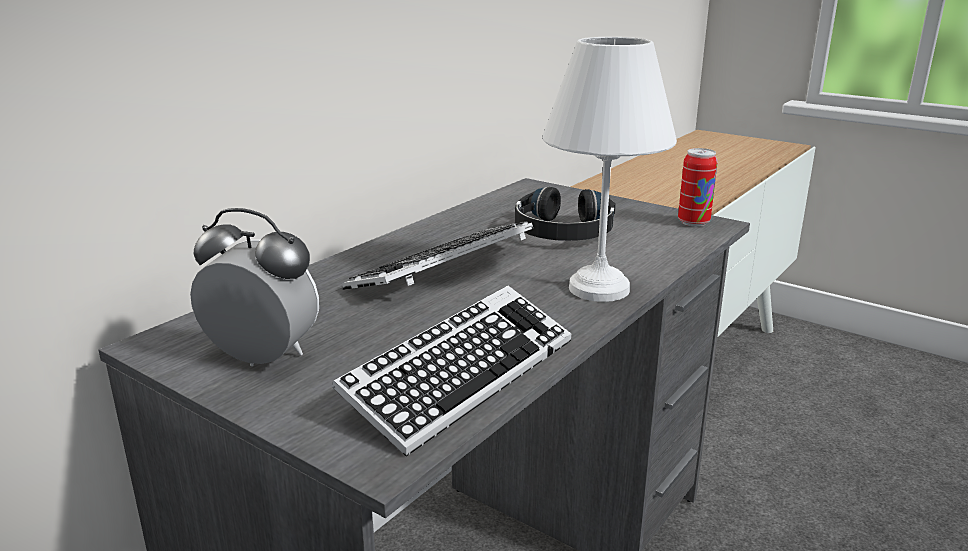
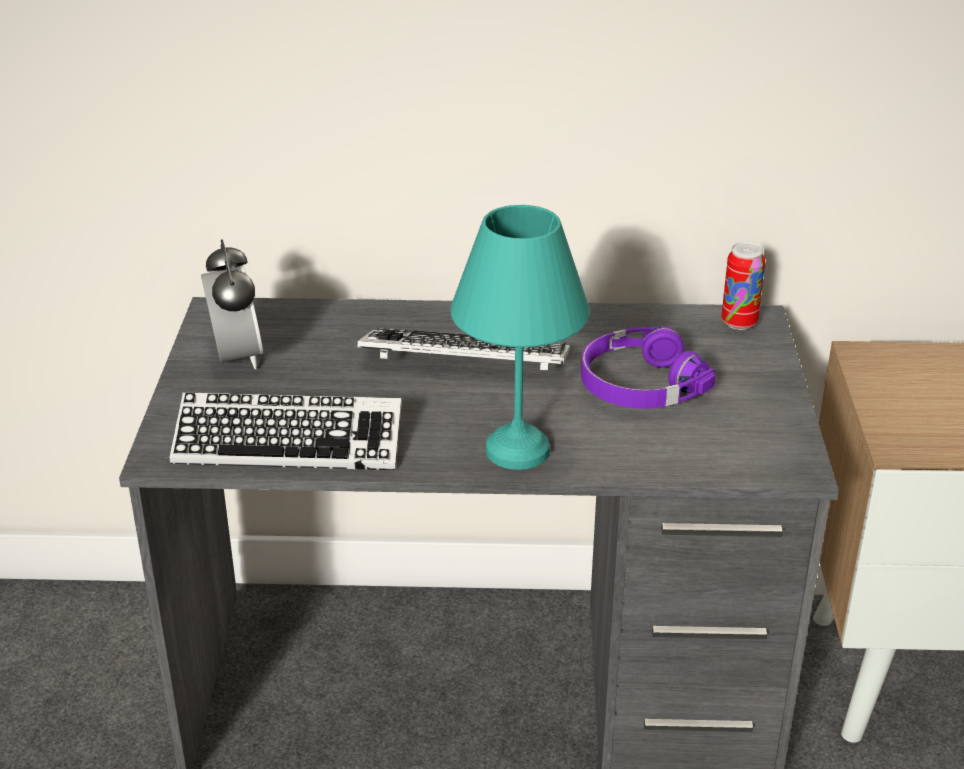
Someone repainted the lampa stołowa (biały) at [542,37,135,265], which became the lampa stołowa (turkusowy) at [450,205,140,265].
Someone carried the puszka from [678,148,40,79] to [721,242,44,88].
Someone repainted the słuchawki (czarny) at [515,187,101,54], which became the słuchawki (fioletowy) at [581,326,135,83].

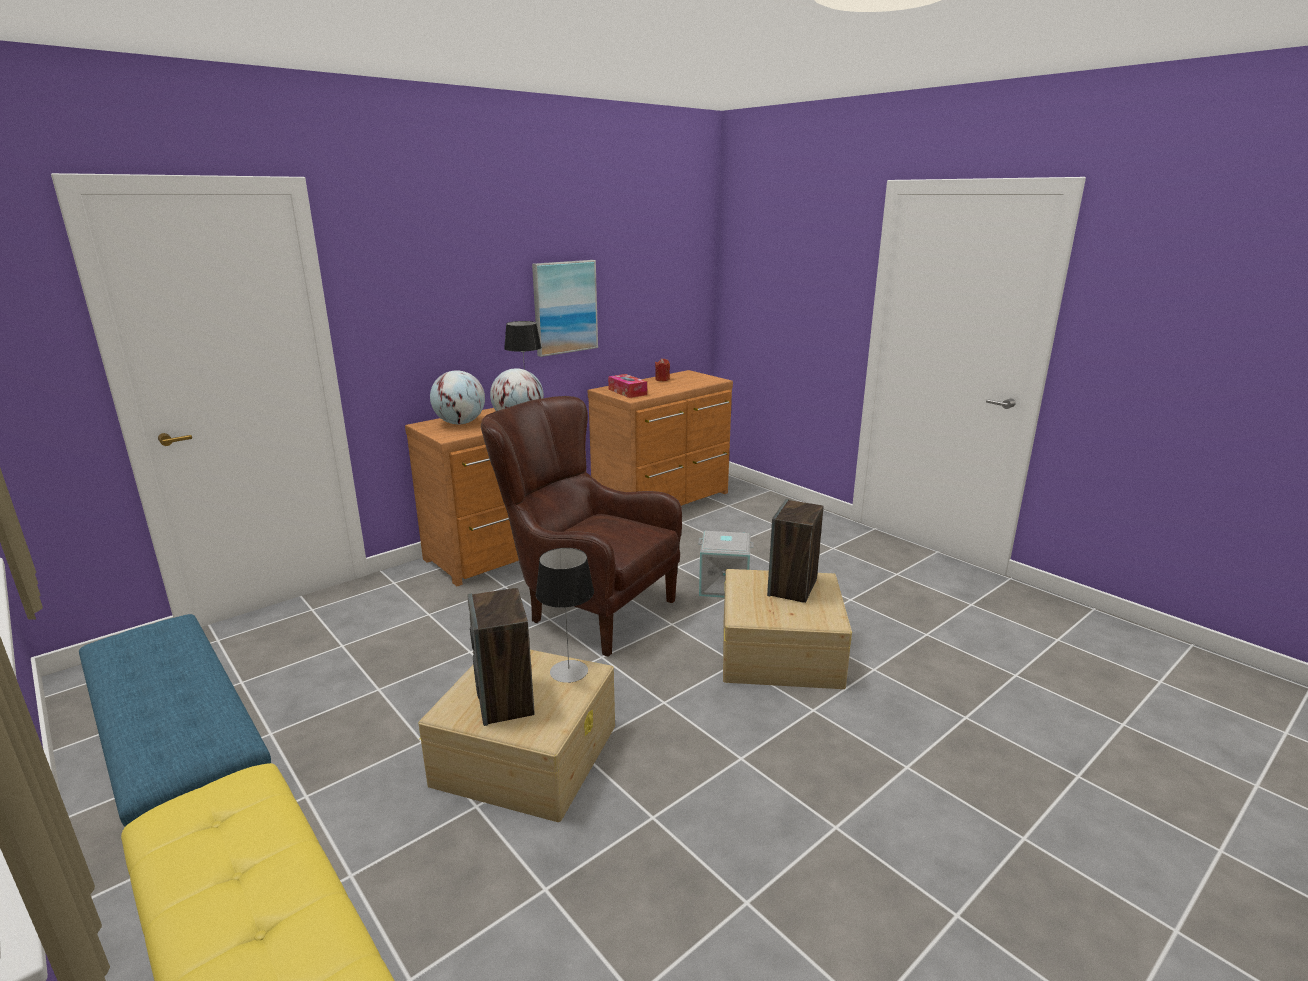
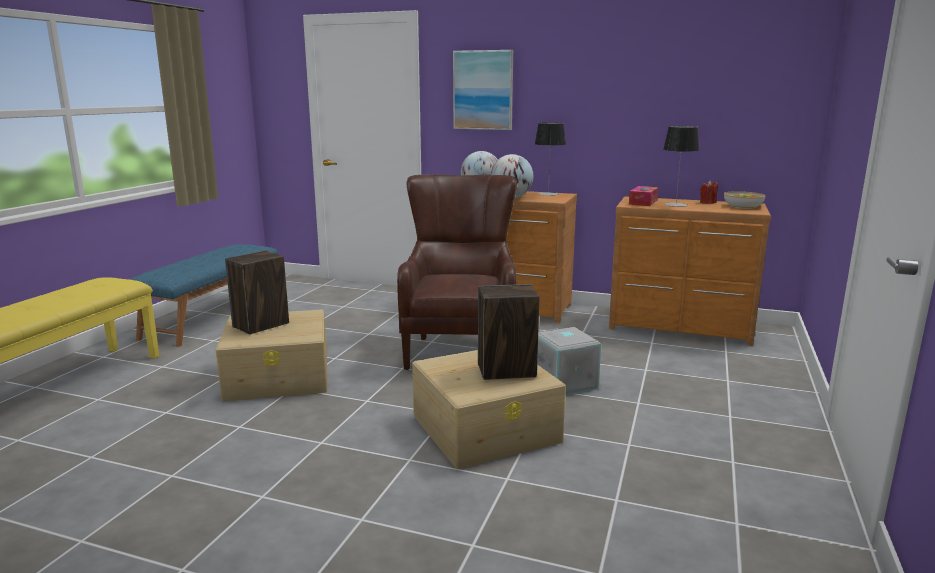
Someone carried the obraz from [532,260,66,97] to [453,50,60,80].
Someone carried the lampa stołowa from [536,548,58,135] to [663,126,36,81].
Someone put down the miska at [724,191,42,18].

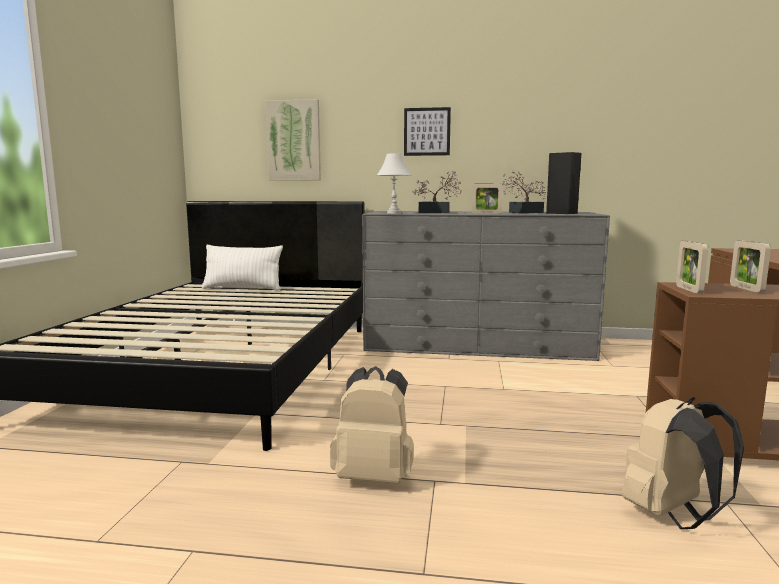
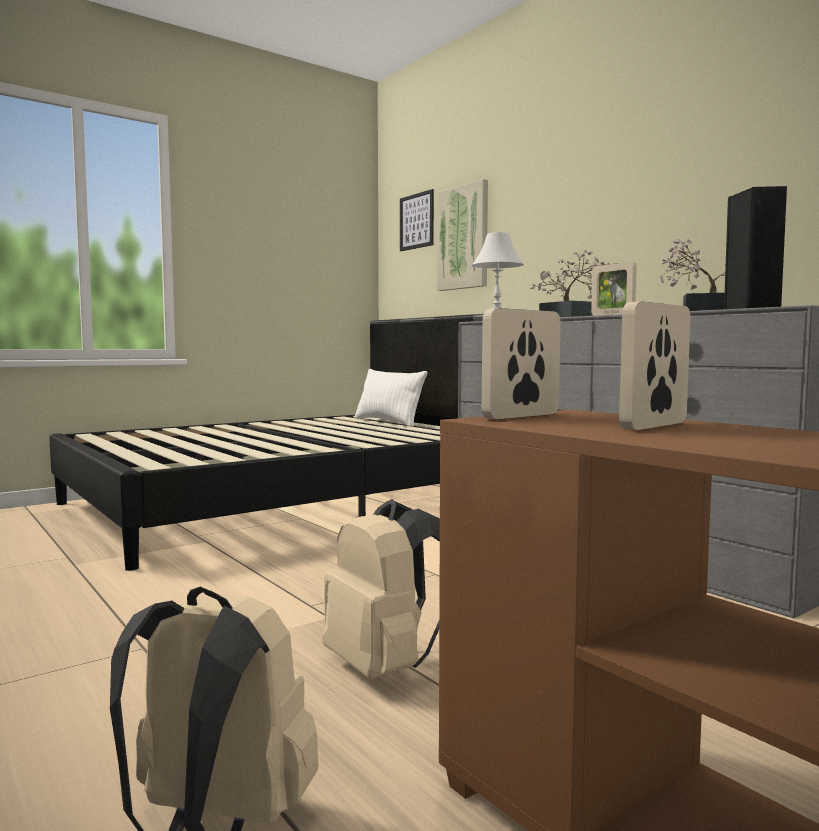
Someone carried the obraz from [404,107,47,49] to [400,189,34,62].
Someone carried the plecak (beżowy) from [330,366,84,118] to [322,499,118,180].

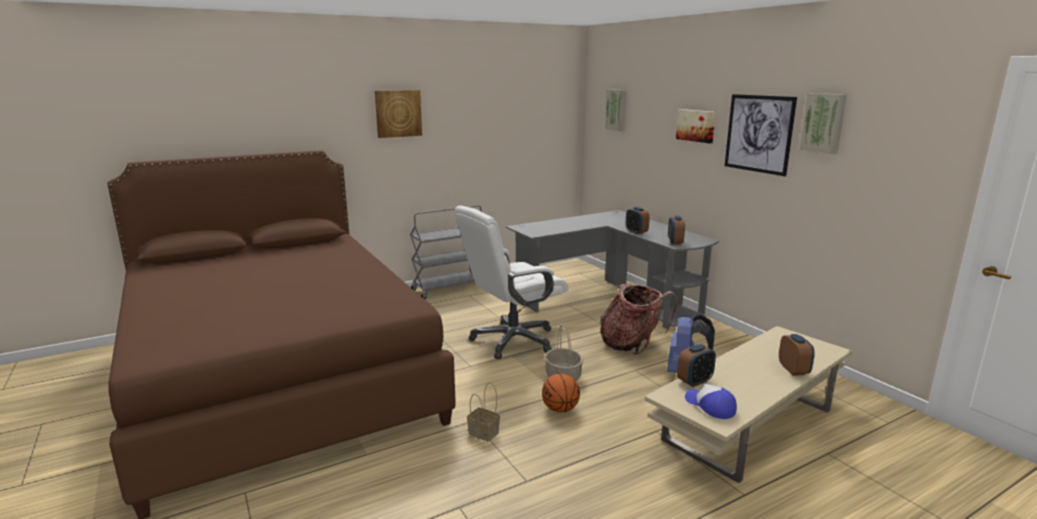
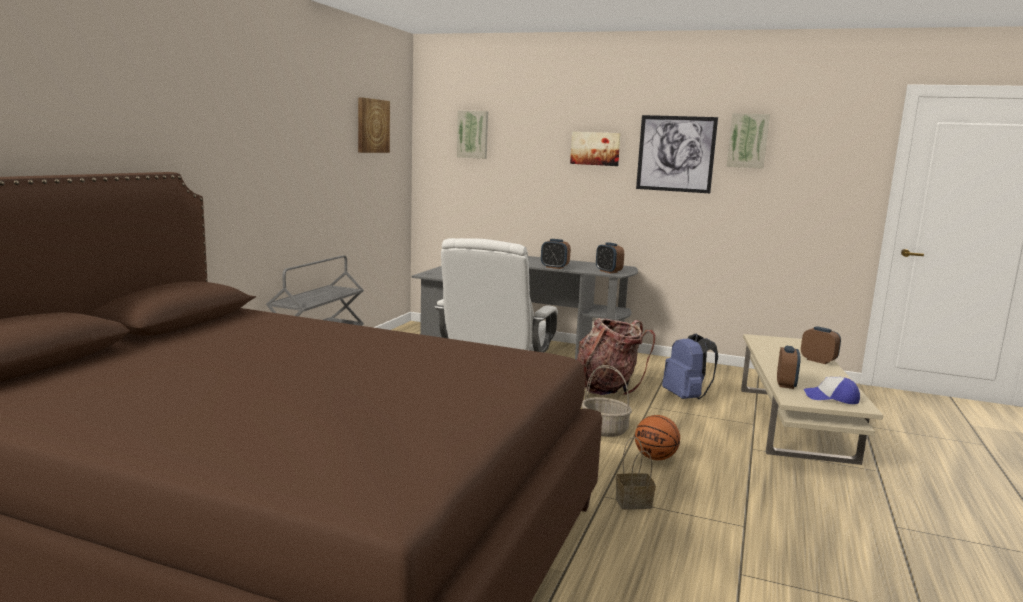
Someone carried the obraz from [375,90,47,48] to [358,97,32,56].

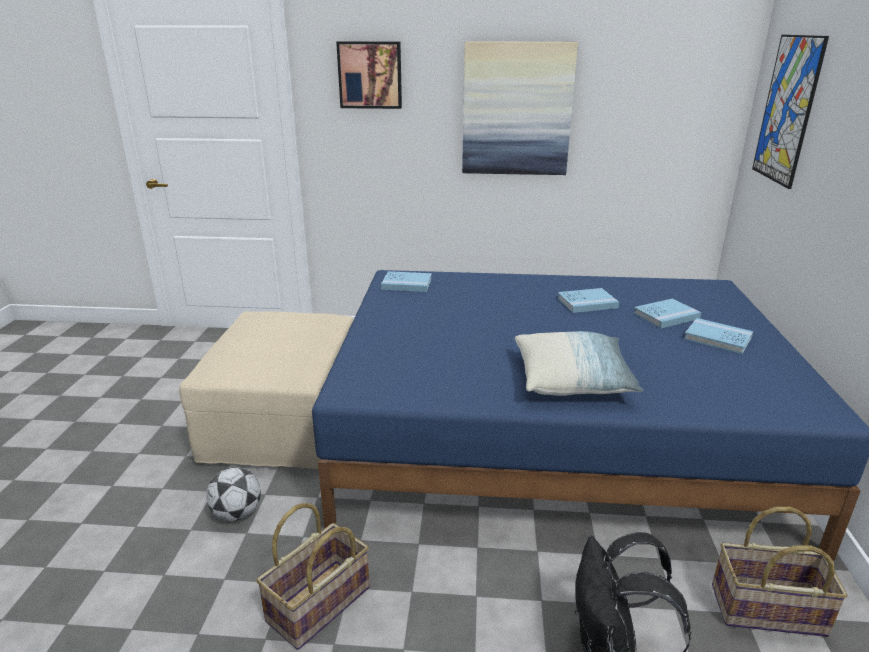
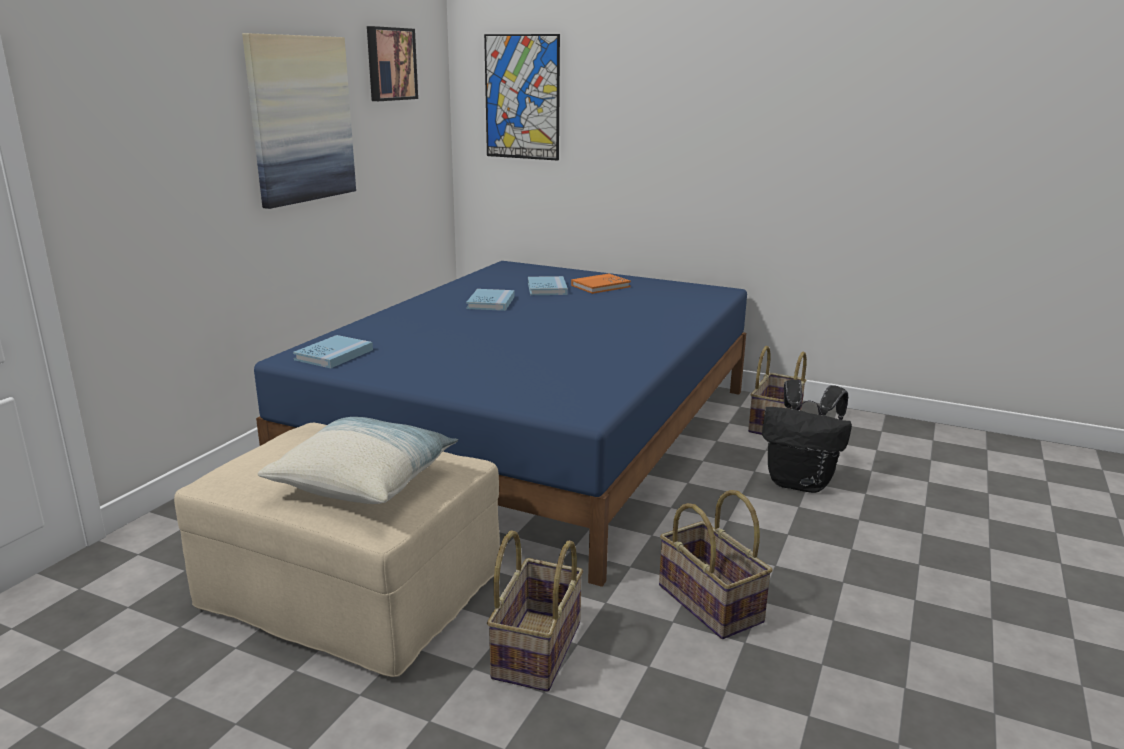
Someone carried the obraz from [336,41,66,68] to [367,26,51,75].
Someone repainted the książka (niebieski) at [684,318,69,36], which became the książka (pomarańczowy) at [571,274,60,20].
Someone carried the poduszka from [515,331,128,65] to [257,417,201,87].
Someone swapped the piłka futbolowa at [206,467,55,54] for the koszyk at [487,530,96,162].

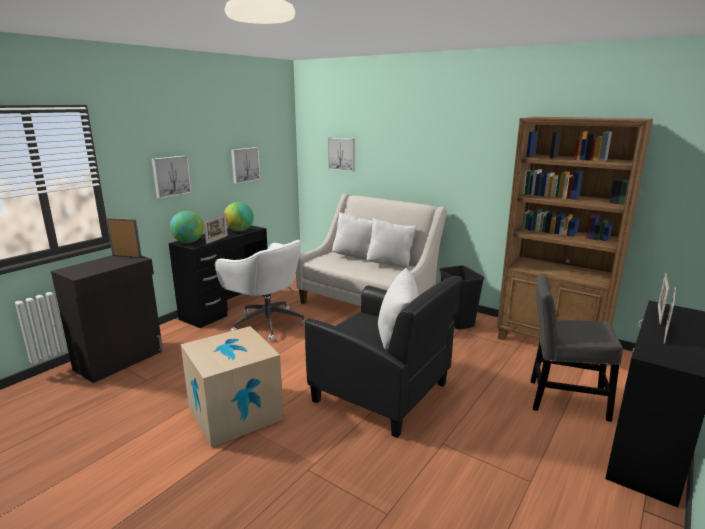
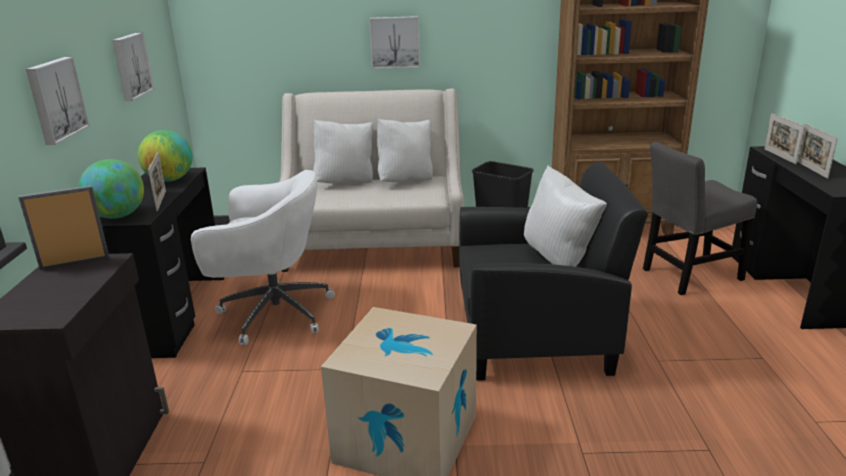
Someone carried the obraz from [327,138,28,34] to [369,16,51,53].

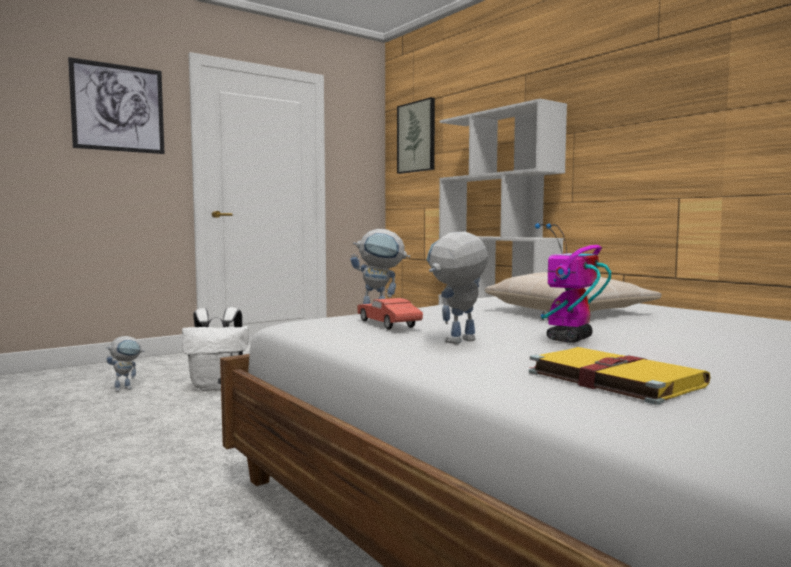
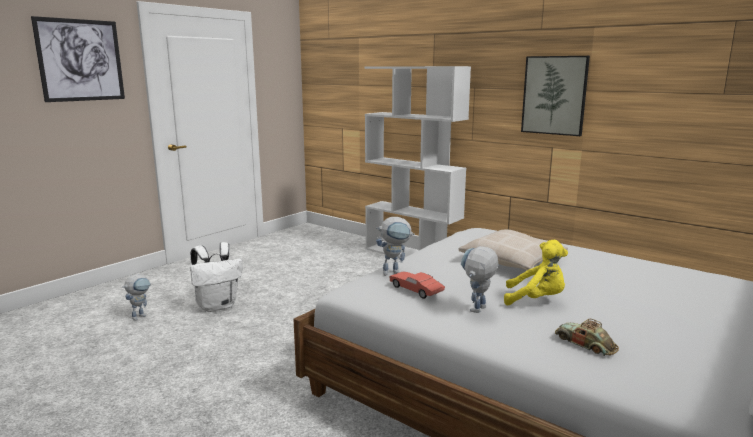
Someone carried the obraz from [397,97,38,77] to [521,56,69,80].
Someone swapped the robot zabawkowy at [535,223,76,120] for the pluszak (żółty) at [504,240,64,65].
Someone swapped the książka (żółty) at [529,347,182,58] for the samochodzik at [555,318,64,38].

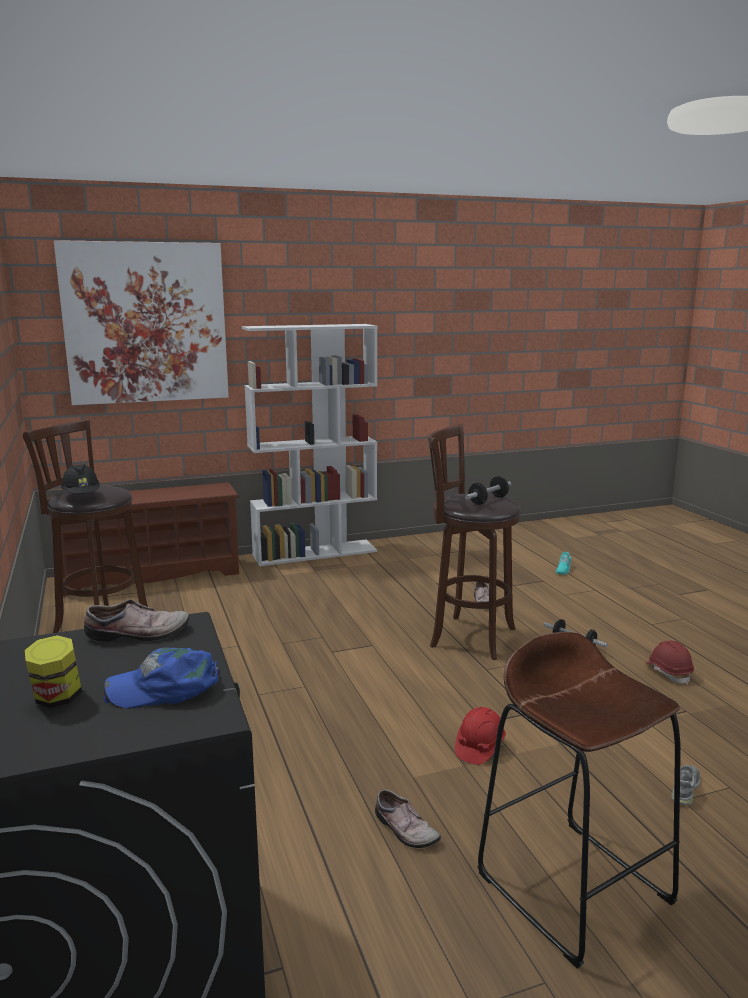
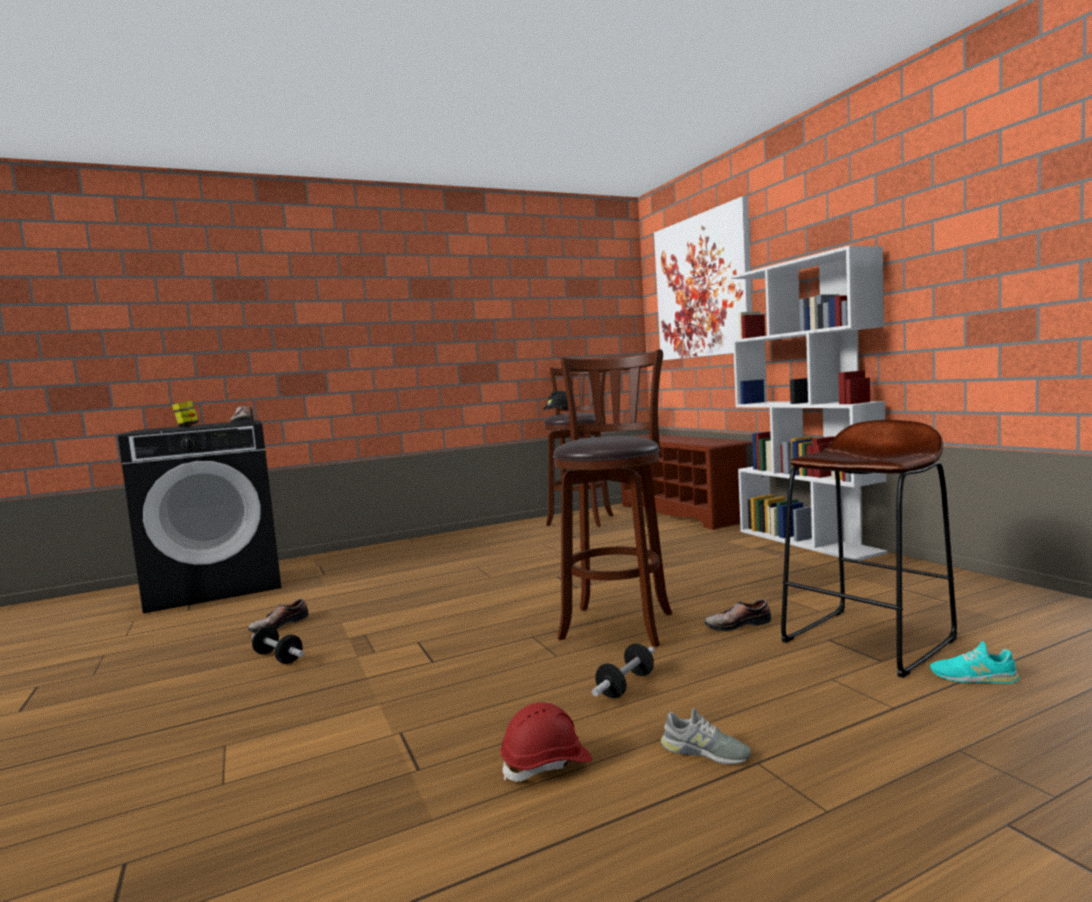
Someone carried the hantel from [465,476,46,29] to [252,626,52,38].
Someone carried the stołek (brązowy) from [478,632,203,337] to [781,420,176,258].
Someone took away the czapka z daszkiem (niebieski) at [104,648,116,61].
Someone took away the kask (czerwony) at [455,707,51,58].
Someone carried the but (szary) from [672,765,28,40] to [661,708,90,56].

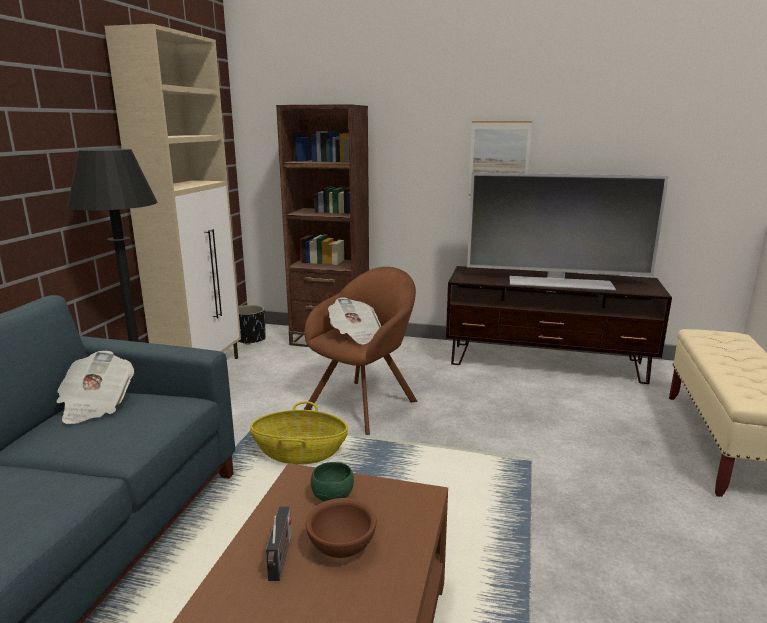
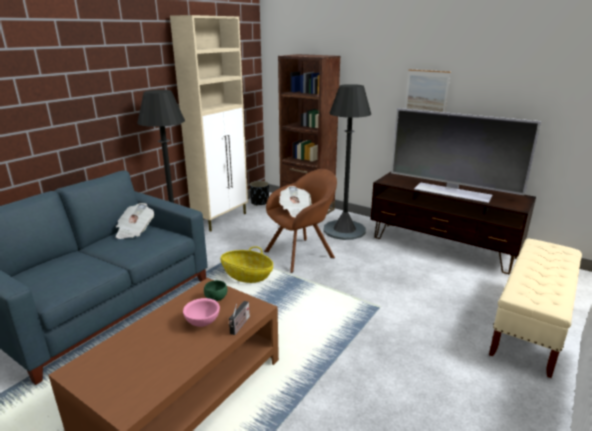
Someone repainted the miska (brązowy) at [306,498,71,60], which became the miska (różowy) at [183,298,37,29].
Someone carried the radio from [266,507,26,74] to [229,301,21,34].
Someone put down the lampa stojąca (czarny) at [323,84,48,156].

